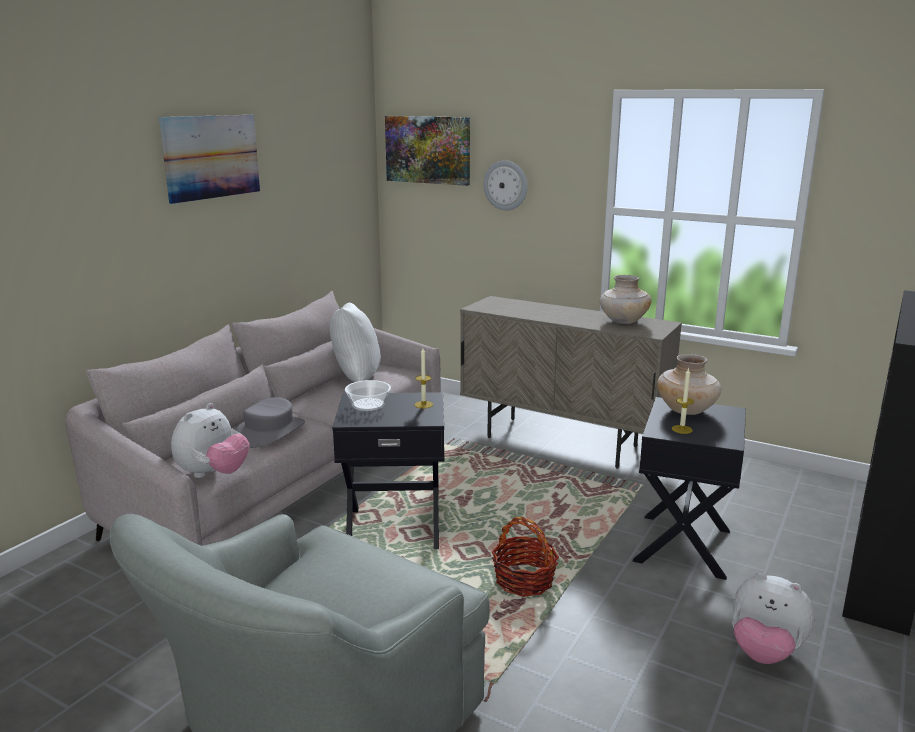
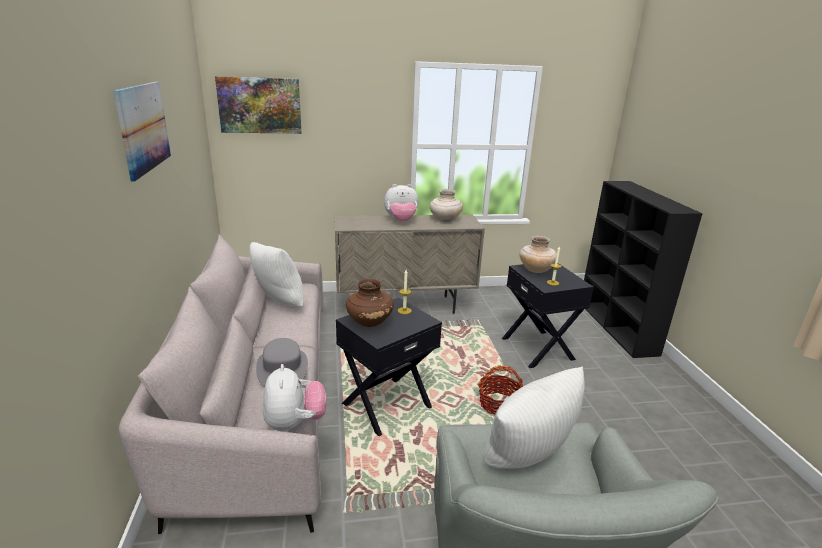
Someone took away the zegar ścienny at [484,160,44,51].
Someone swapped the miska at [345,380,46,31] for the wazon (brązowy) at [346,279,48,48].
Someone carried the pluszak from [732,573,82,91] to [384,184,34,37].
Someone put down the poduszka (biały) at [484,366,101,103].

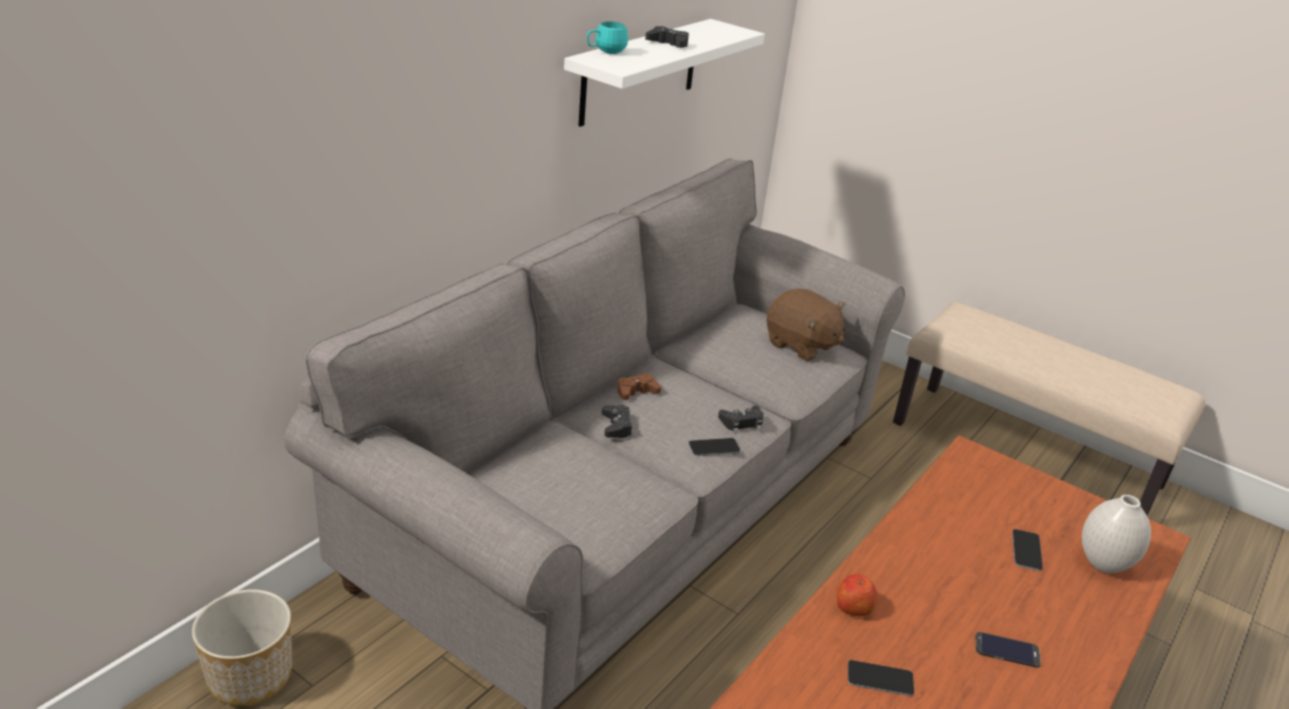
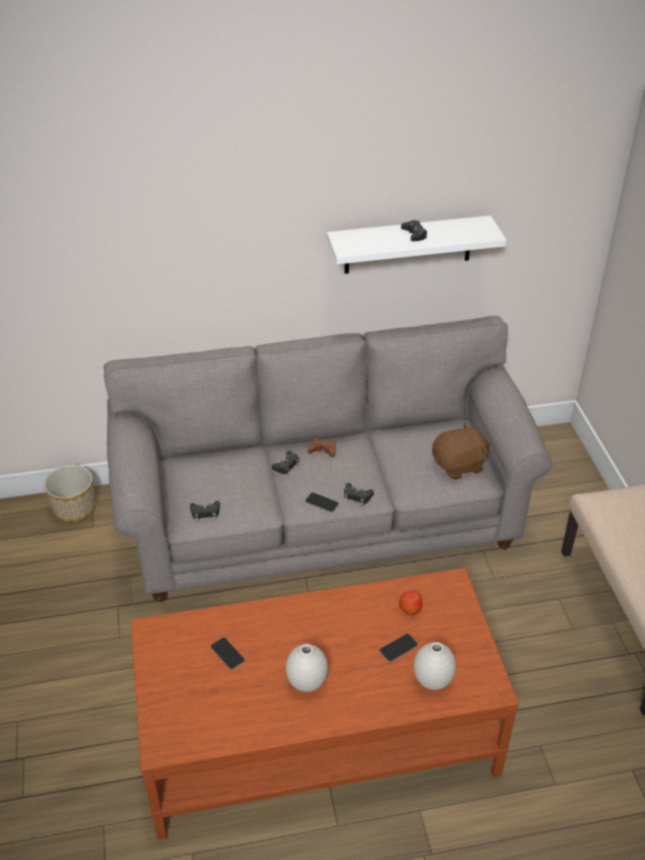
Someone took away the kubek (turkusowy) at [587,21,41,33].
Someone rotated the pluszak (brązowy) at [767,288,78,73] by 105 degrees counterclockwise.
Someone carried the jabłko from [837,574,41,42] to [399,591,24,24].
Someone swapped the telefon at [975,632,66,35] for the wazon (biały) at [286,644,42,48].
Someone put down the pad do gier (czarny) at [190,501,30,20].

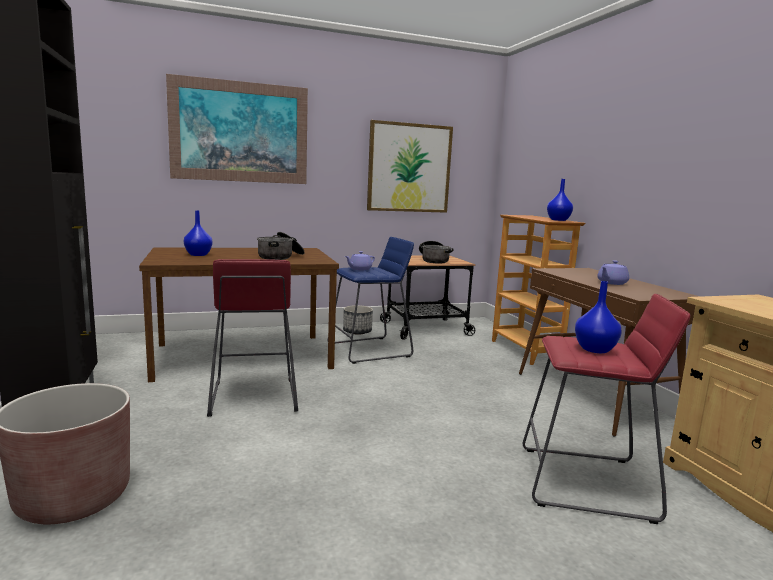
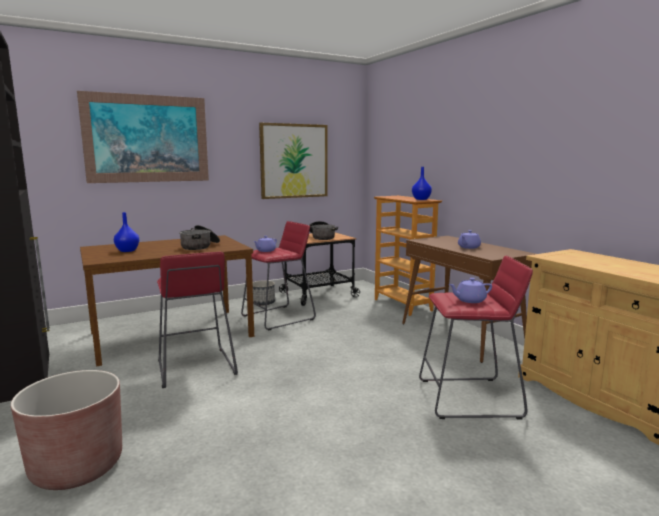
Someone repainted the stołek (niebieski) at [335,237,79,127], which became the stołek (czerwony) at [241,221,75,110].
Someone swapped the wazon (niebieski) at [575,281,47,72] for the imbryk (fioletowy) at [448,278,44,25].

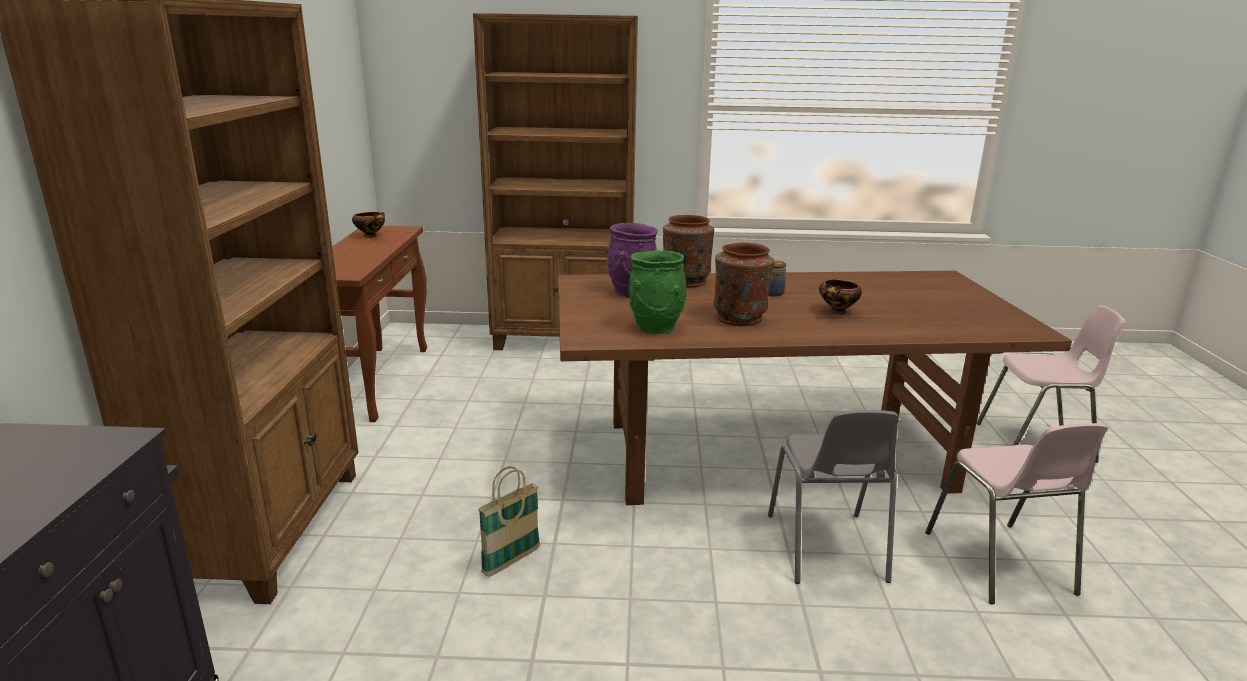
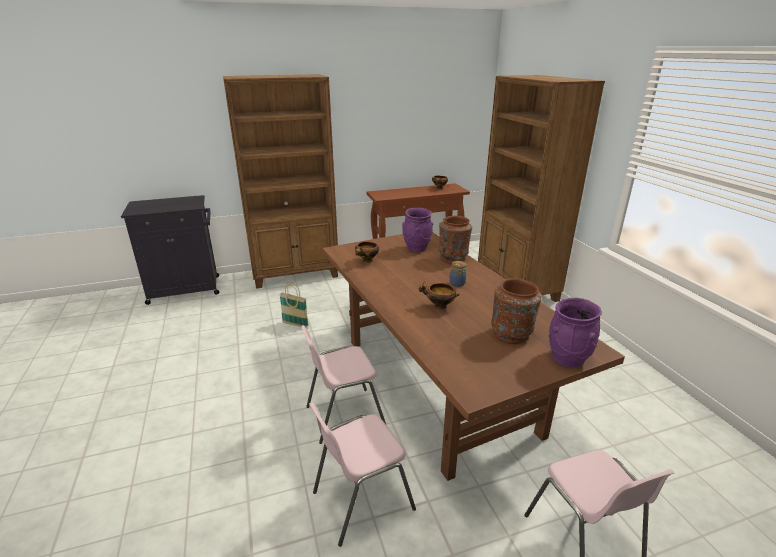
Someone carried the wazon (brązowy) from [714,242,60,84] to [491,278,51,66].
Someone swapped the wazon (zielony) at [628,250,59,84] for the miska at [355,242,24,21].
Someone repainted the krzesło (szary) at [768,410,131,174], which became the krzesło (różowy) at [301,325,85,119].
Someone put down the wazon (fioletowy) at [549,298,53,69].

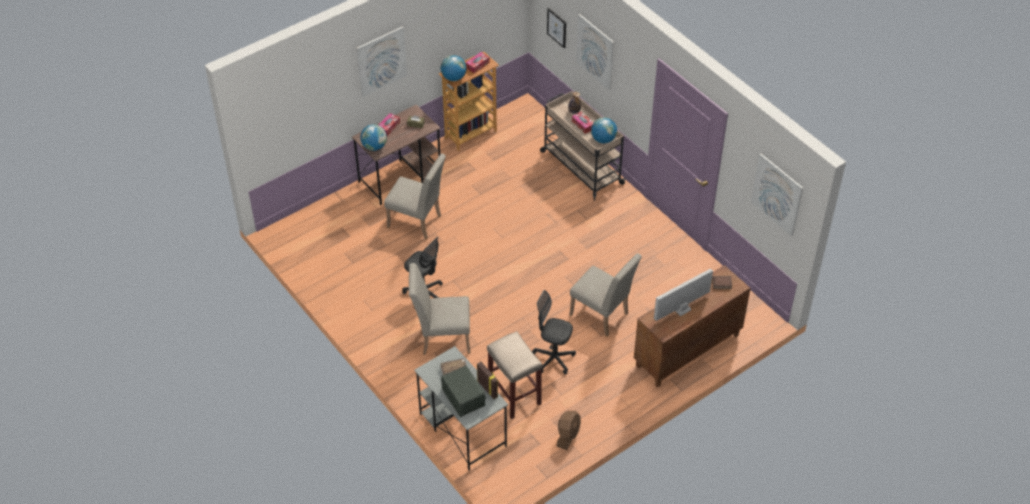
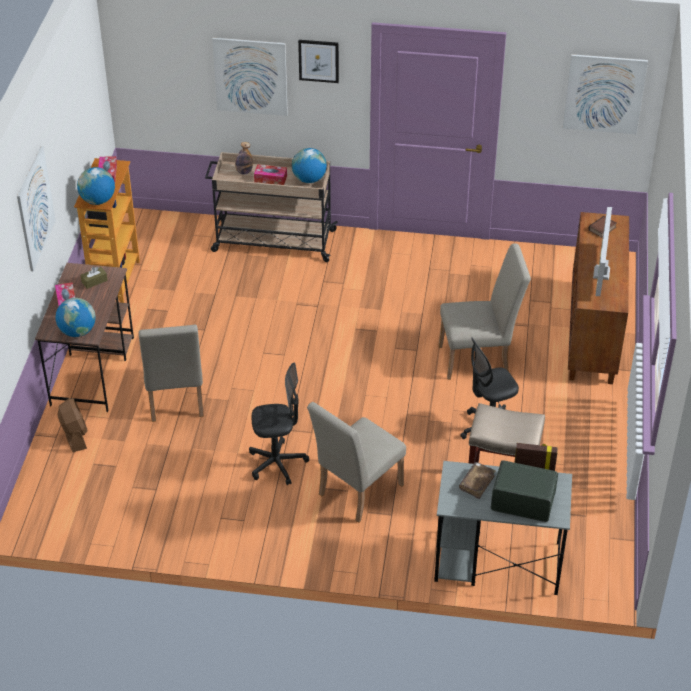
Someone carried the obraz from [547,8,19,40] to [298,40,41,43].
Someone rotated the krzesło (beżowy) at [384,153,62,87] by 105 degrees clockwise.
Someone carried the wentylator (brązowy) from [556,411,25,39] to [57,398,30,54].

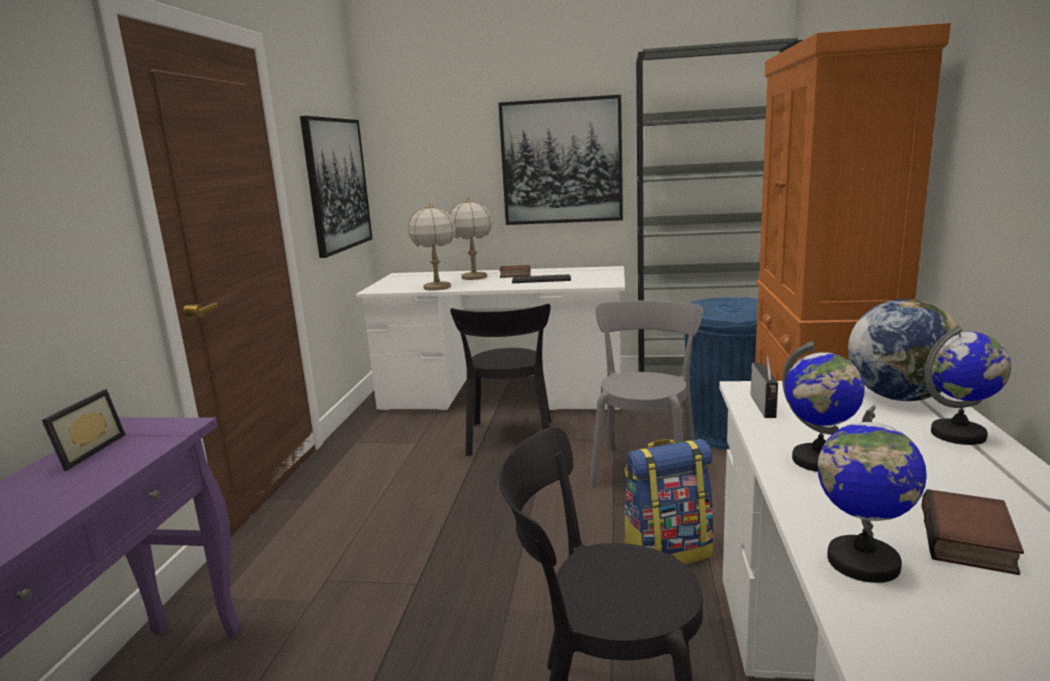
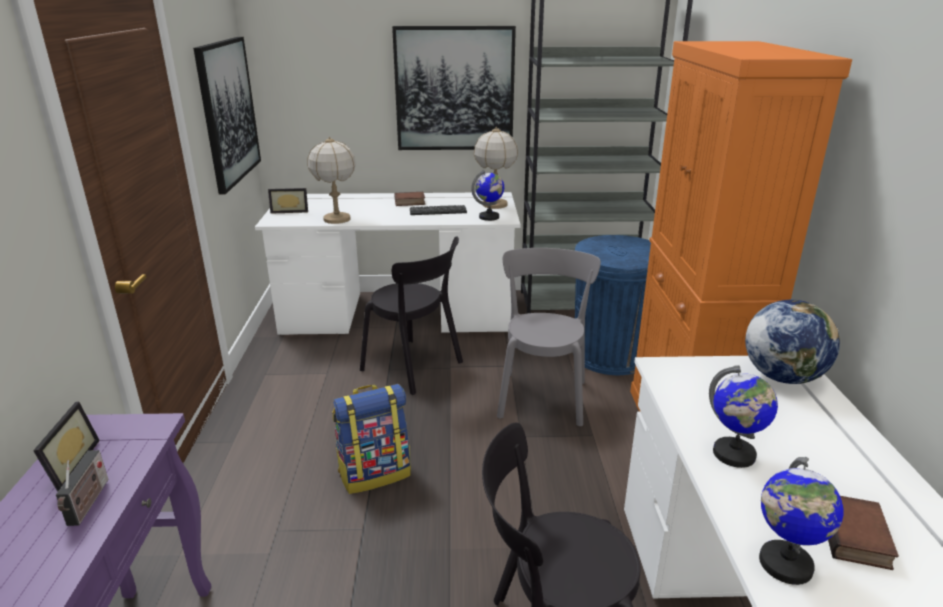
Someone carried the lampa stołowa from [450,198,42,82] to [474,127,44,82].
Someone rotated the krzesło (czarny) at [450,304,101,152] by 45 degrees counterclockwise.
Someone carried the globus from [924,325,87,120] to [471,170,33,51].
Someone carried the radio from [750,356,28,62] to [56,450,53,76].
Someone carried the plecak from [624,439,90,126] to [333,384,78,110].
Someone put down the ramka na zdjęcie at [268,188,40,26].

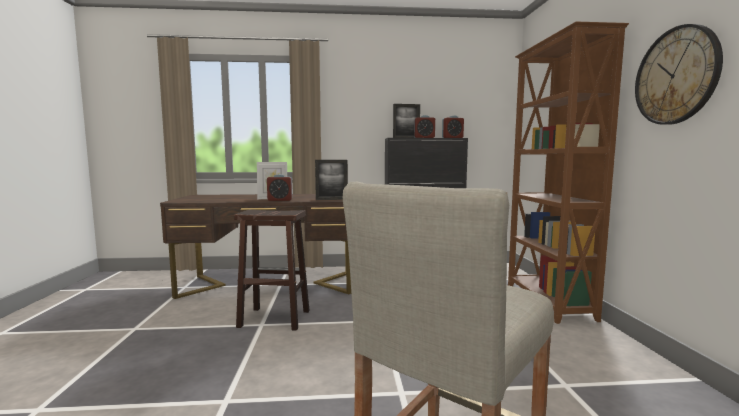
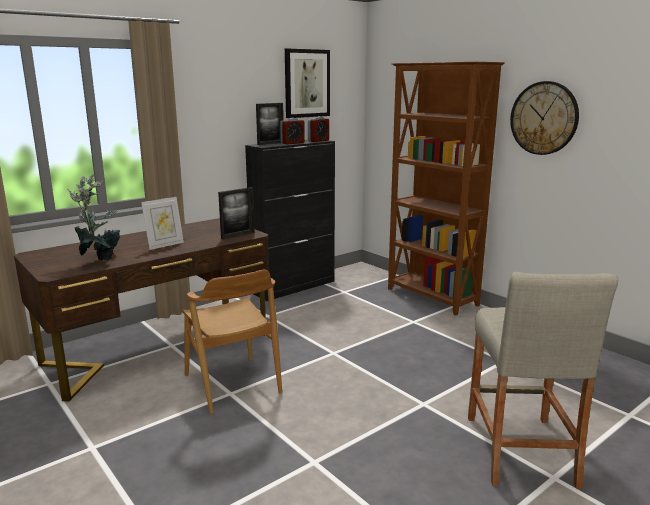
Someone took away the budzik at [267,174,25,27].
Someone swapped the stołek (brązowy) at [234,210,75,121] for the krzesło (brązowy) at [183,269,99,145].
Someone put up the obraz at [285,49,45,69].
Someone put down the roślina doniczkowa at [67,174,53,87].

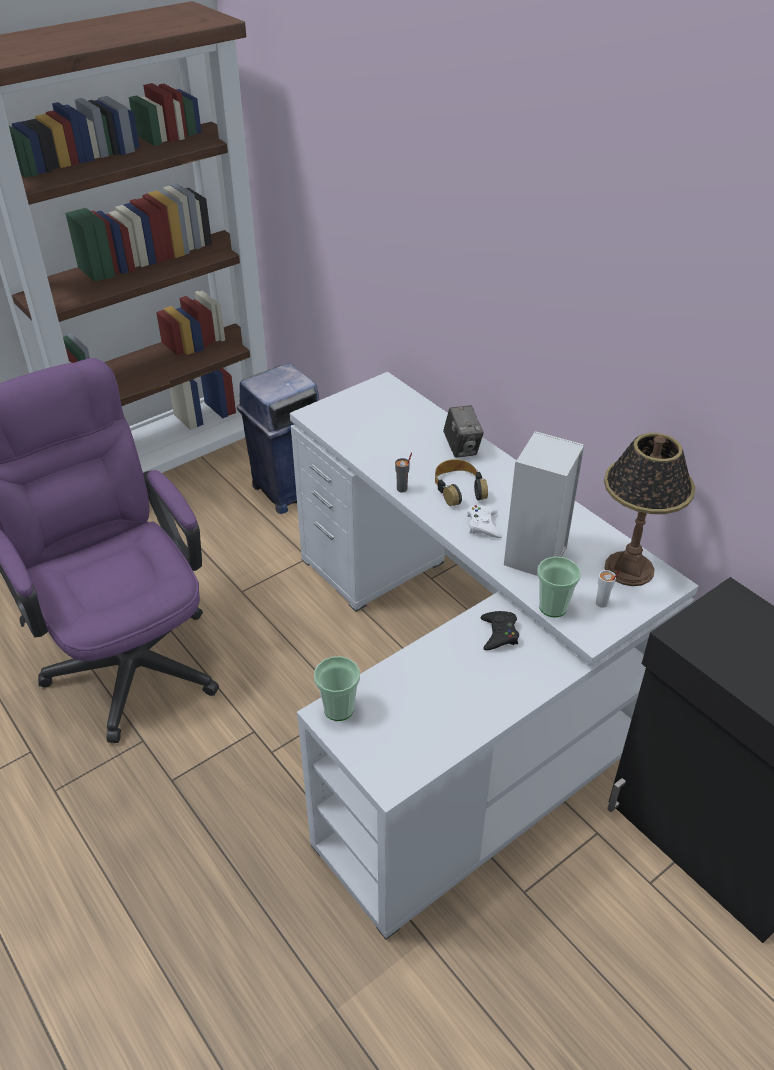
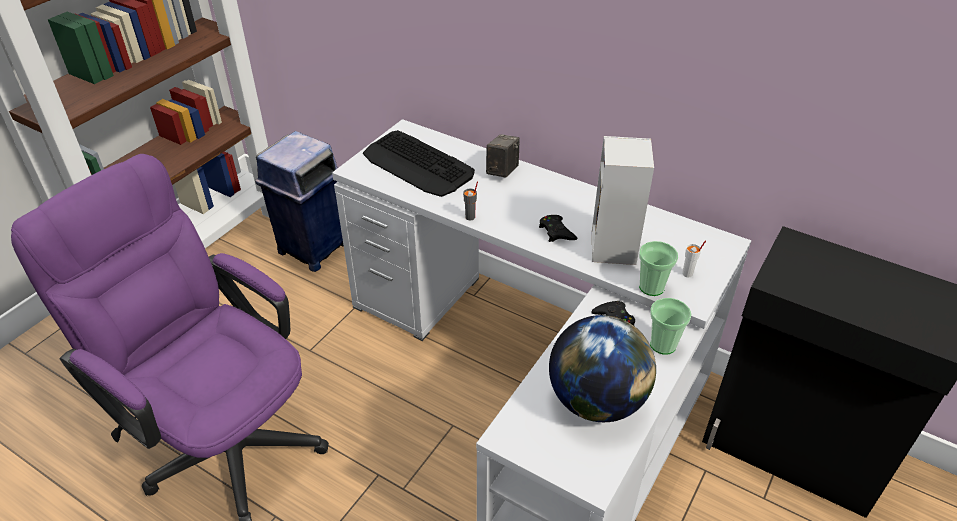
Someone rotated the aparat fotograficzny at [443,405,41,53] by 120 degrees counterclockwise.
Someone took away the lampa stołowa at [604,433,91,153].
Someone took away the słuchawki at [435,459,53,47].
Someone repainted the pad do gier (biały) at [467,505,35,33], which became the pad do gier (czarny) at [539,215,39,27].
Someone carried the filiżanka from [314,656,46,65] to [650,298,42,57].
Someone put down the klawiatura at [363,130,112,67].
Someone put down the globus at [549,315,107,107].

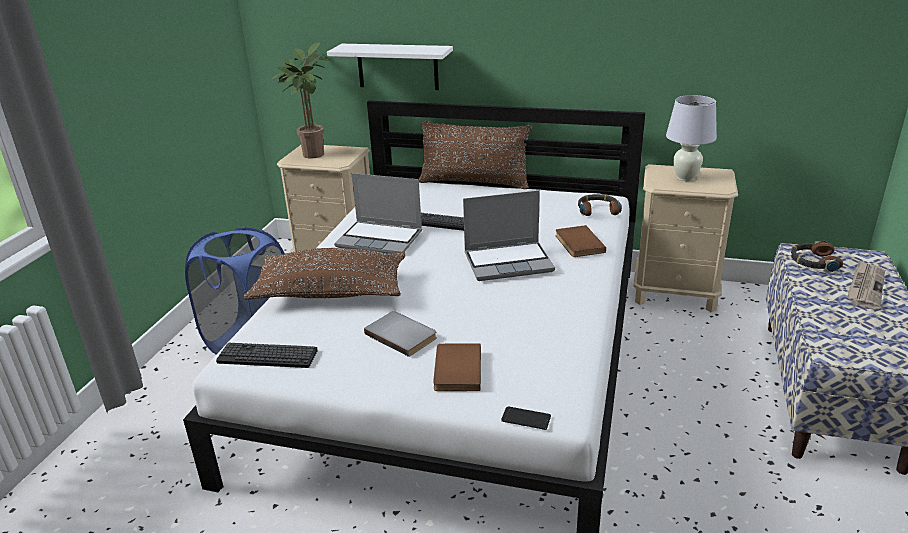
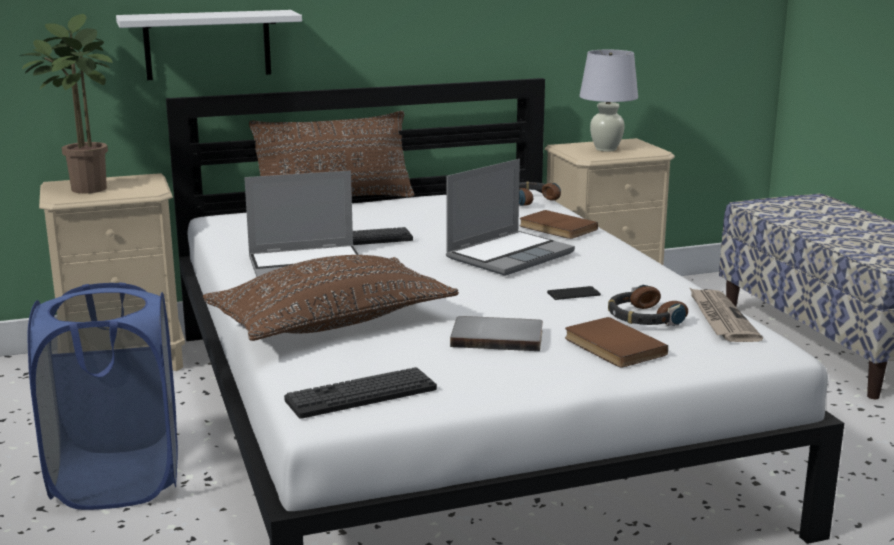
Someone carried the słuchawki from [791,241,52,31] to [608,285,80,41].
Someone carried the gazeta from [847,260,38,50] to [689,287,74,55].
Someone carried the telefon from [501,406,50,24] to [547,286,54,14].

